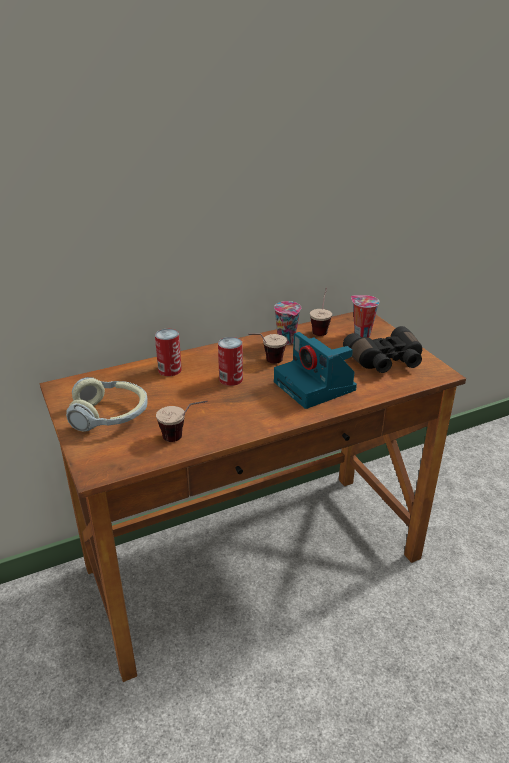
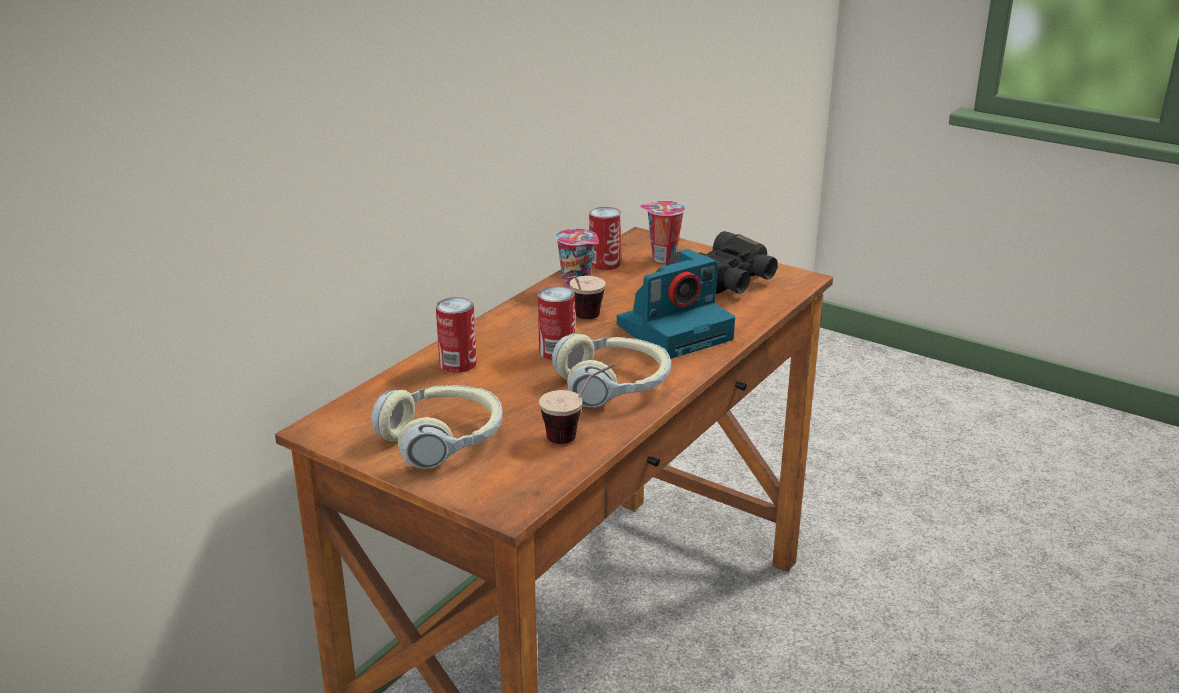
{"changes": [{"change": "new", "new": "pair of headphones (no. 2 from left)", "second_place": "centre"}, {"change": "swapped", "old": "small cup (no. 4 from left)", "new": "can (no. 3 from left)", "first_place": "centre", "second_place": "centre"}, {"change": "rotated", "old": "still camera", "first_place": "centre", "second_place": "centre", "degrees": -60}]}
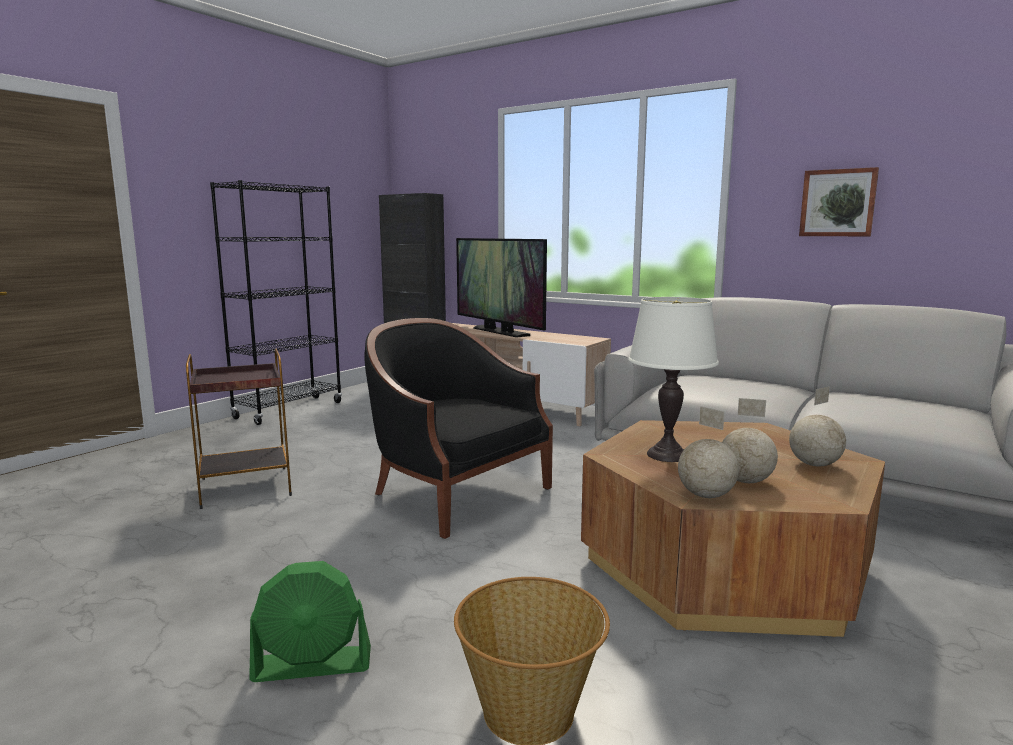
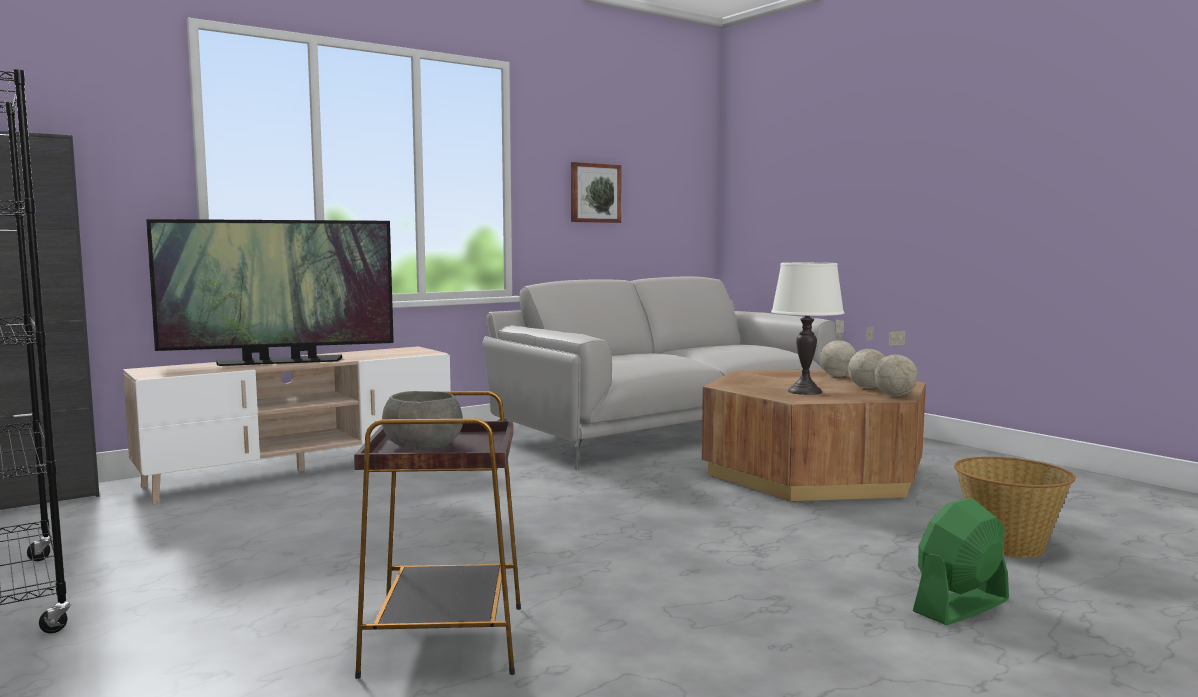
{"changes": [{"change": "gone", "old": "black armchair", "first_place": "centre"}, {"change": "new", "new": "grey serving bowl", "second_place": "centre"}, {"change": "rotated", "old": "greenish fan", "first_place": "bottom left", "second_place": "bottom right", "degrees": -135}]}
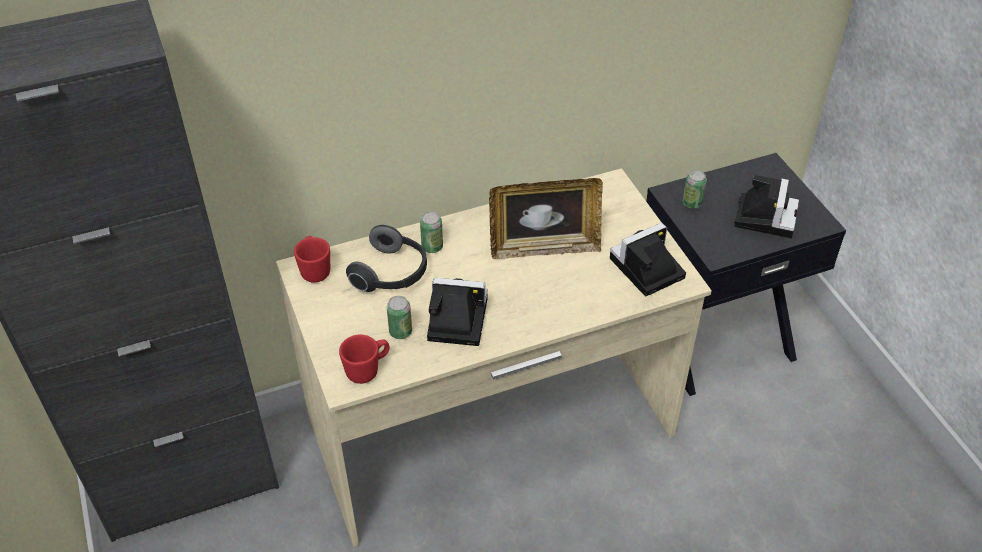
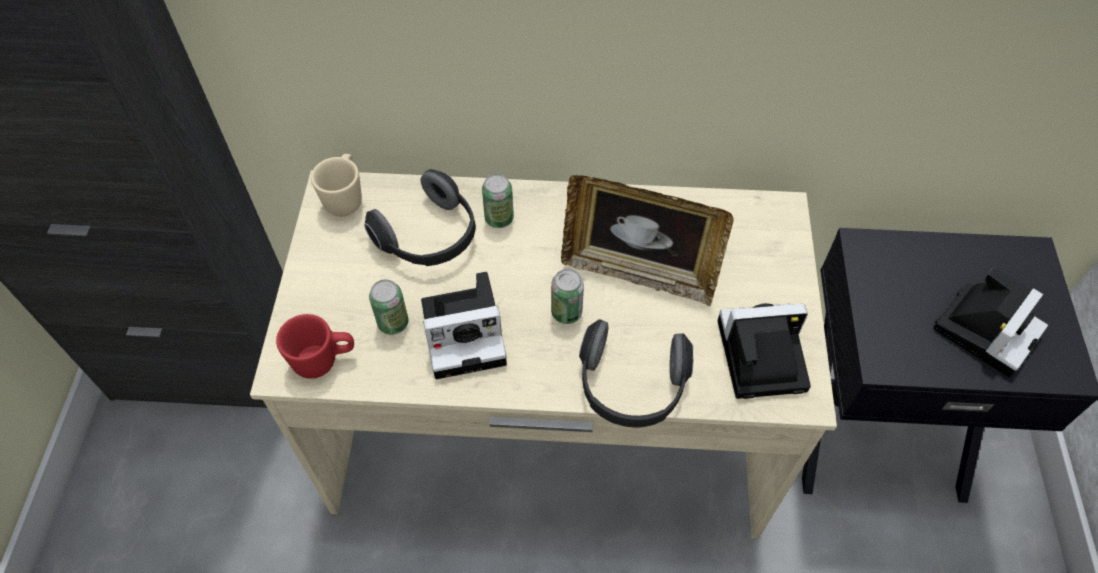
{"changes": [{"change": "new", "new": "pair of headphones (no. 2 from left)", "second_place": "centre"}, {"change": "shifted", "old": "can (no. 3 from left)", "first_place": "middle right", "second_place": "centre"}, {"change": "repainted", "old": "red-coloured tea mug (no. 1 from left)", "new": "beige-coloured tea mug", "first_place": "middle left", "second_place": "top left"}, {"change": "rotated", "old": "still camera (no. 1 from left)", "first_place": "centre", "second_place": "centre", "degrees": 135}]}
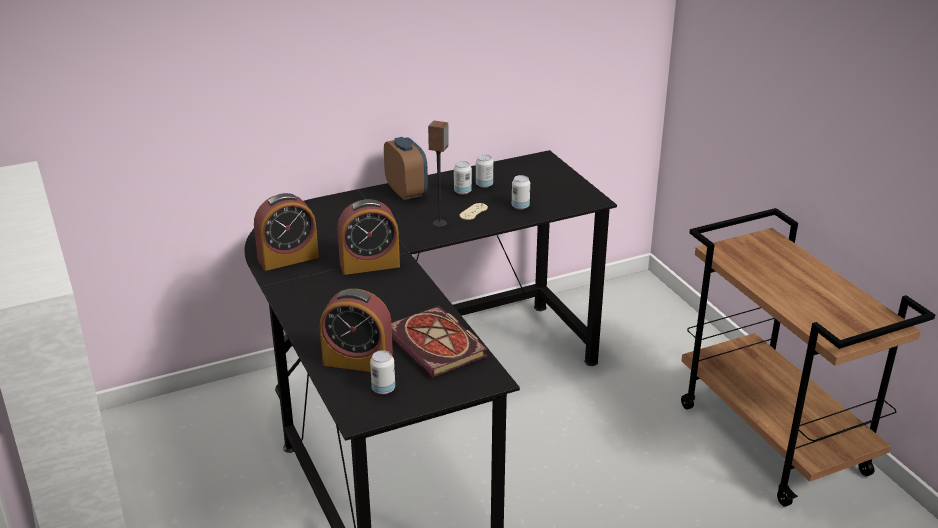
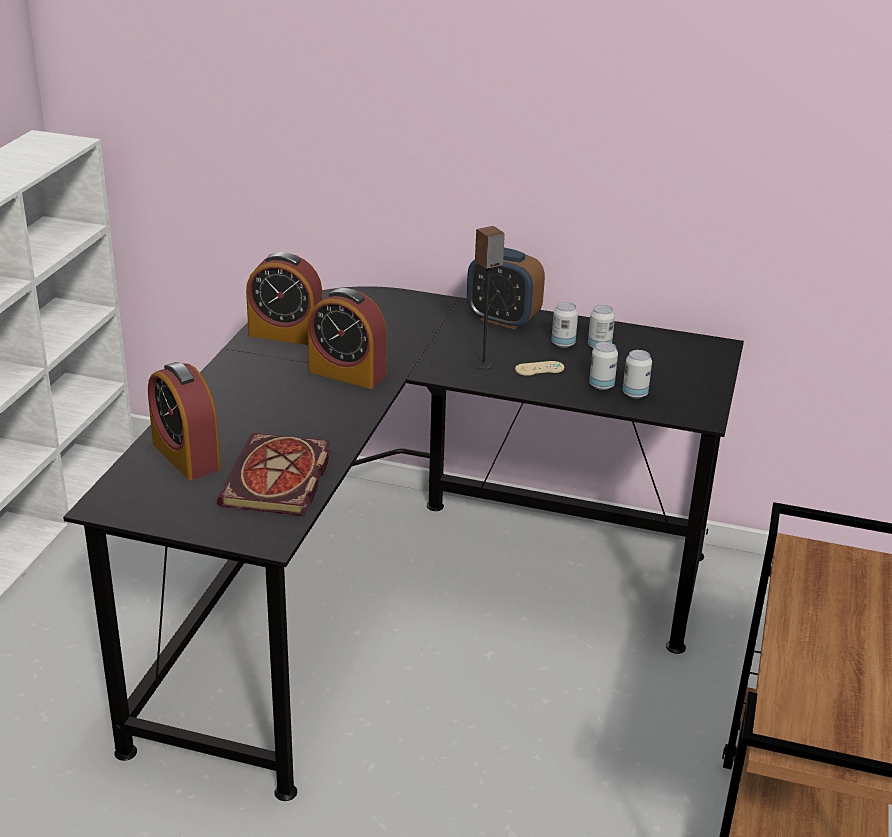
{"changes": [{"change": "shifted", "old": "can (no. 1 from left in the first image)", "new": "can (no. 4 from left)", "first_place": "bottom centre", "second_place": "middle right"}, {"change": "rotated", "old": "bedside clock (no. 4 from left)", "first_place": "top centre", "second_place": "centre", "degrees": 105}]}
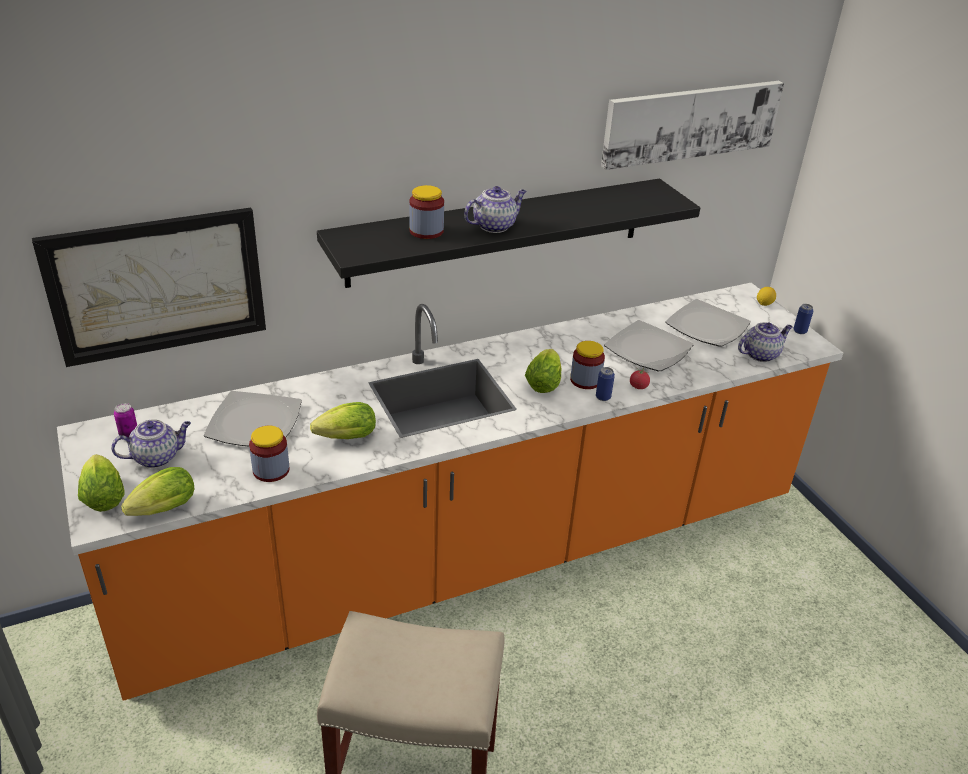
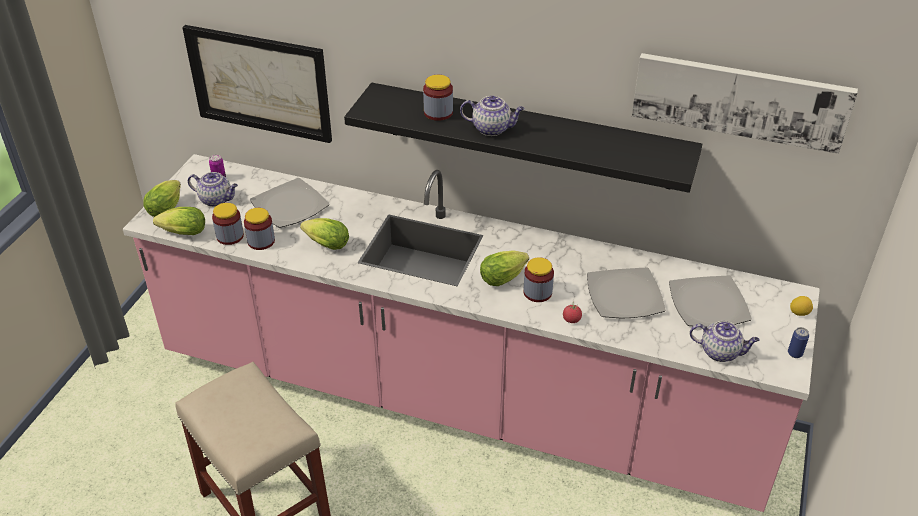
{"changes": [{"change": "gone", "old": "can (no. 2 from left)", "first_place": "centre"}, {"change": "new", "new": "storage jar (no. 1 from left)", "second_place": "middle left"}, {"change": "repainted", "old": "orange-coloured kitchen counter", "new": "pinkish kitchen counter", "first_place": "centre", "second_place": "centre"}]}
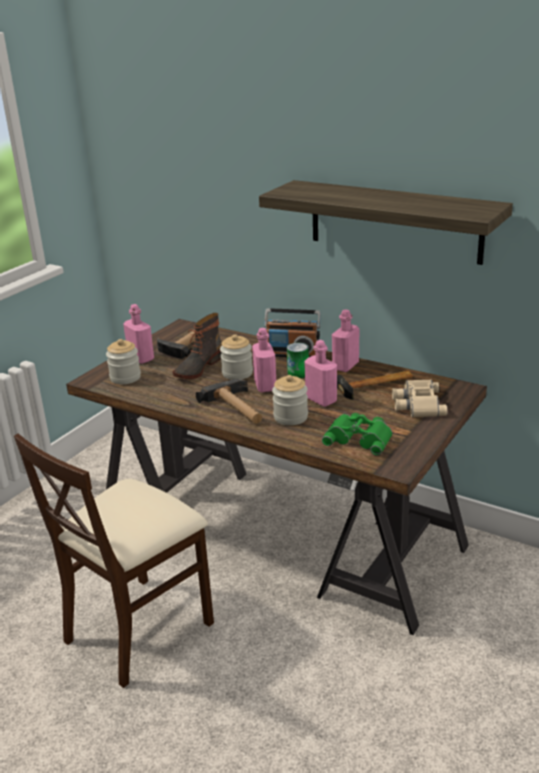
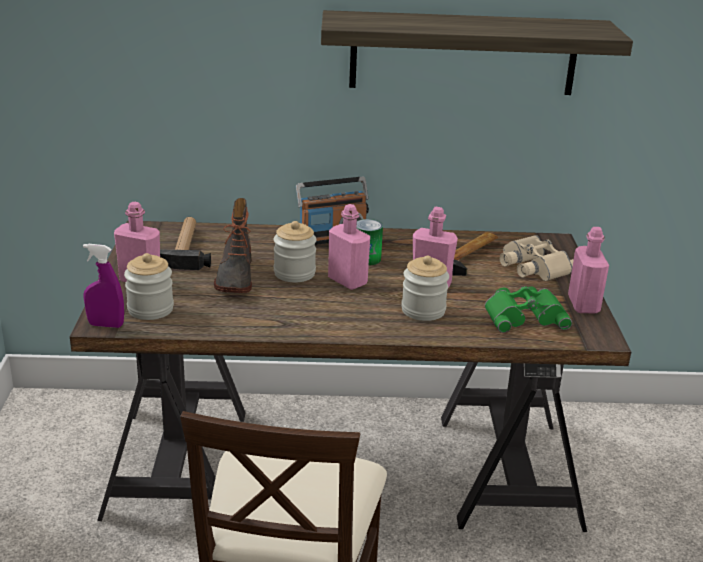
{"changes": [{"change": "gone", "old": "hand hammer (no. 2 from left)", "first_place": "centre"}, {"change": "new", "new": "purplish sprayer", "second_place": "middle left"}, {"change": "shifted", "old": "pinkish beverage bottle (no. 4 from left)", "first_place": "centre", "second_place": "middle right"}]}
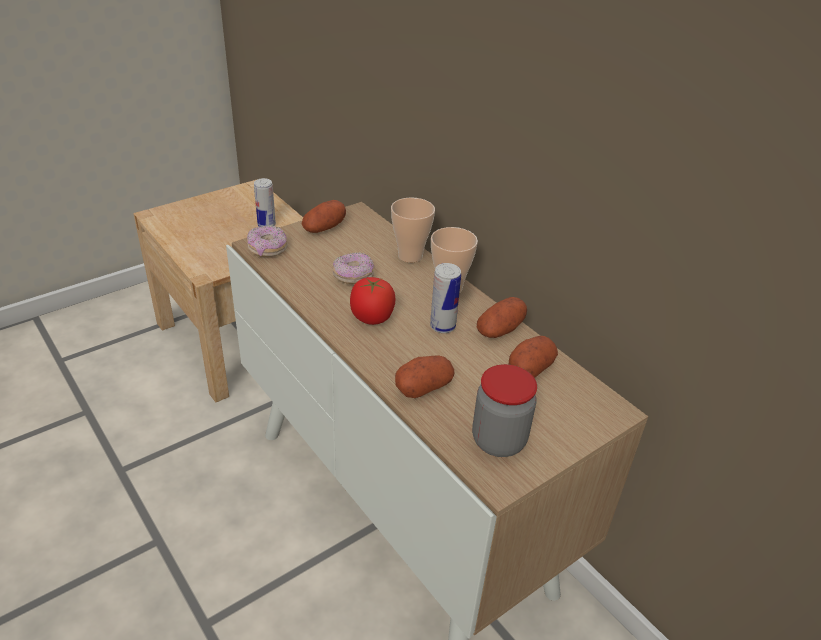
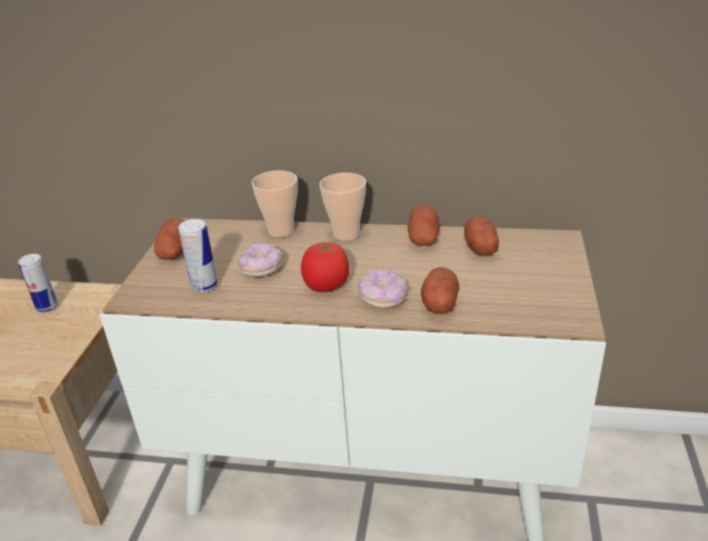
{"changes": [{"change": "gone", "old": "storage jar", "first_place": "centre"}, {"change": "shifted", "old": "donut (no. 1 from left in the first image)", "new": "donut (no. 2 from left)", "first_place": "middle left", "second_place": "centre"}, {"change": "shifted", "old": "can (no. 2 from left)", "first_place": "centre", "second_place": "middle left"}]}
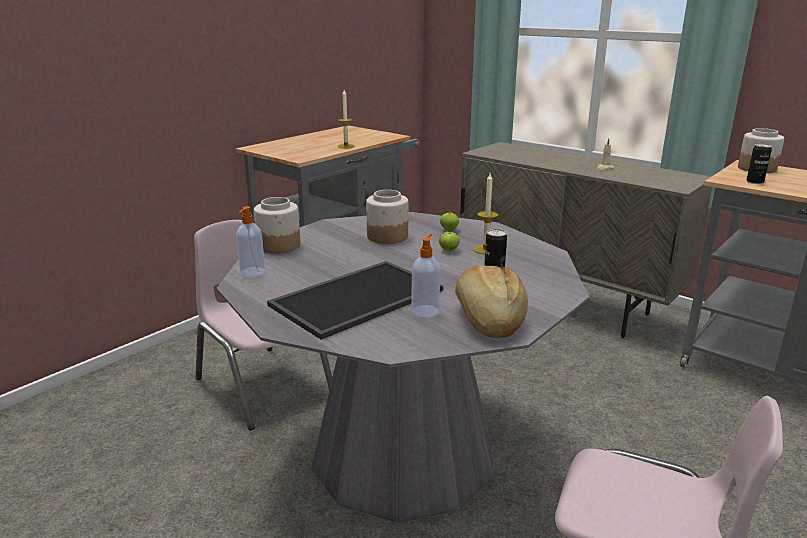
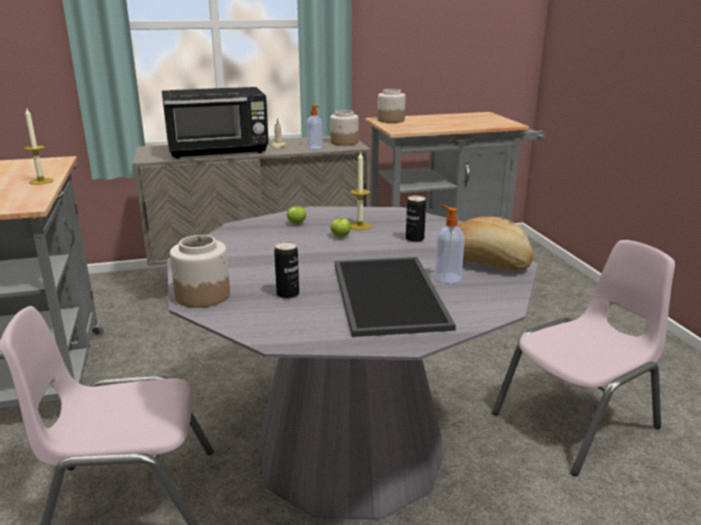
{"changes": [{"change": "new", "new": "black microwave oven", "second_place": "top left"}, {"change": "shifted", "old": "liquid soap bottle (no. 1 from left)", "first_place": "middle left", "second_place": "top centre"}, {"change": "shifted", "old": "storage jar (no. 2 from left)", "first_place": "centre", "second_place": "top centre"}, {"change": "shifted", "old": "can (no. 2 from left in the first image)", "new": "can (no. 1 from left)", "first_place": "top right", "second_place": "centre"}]}
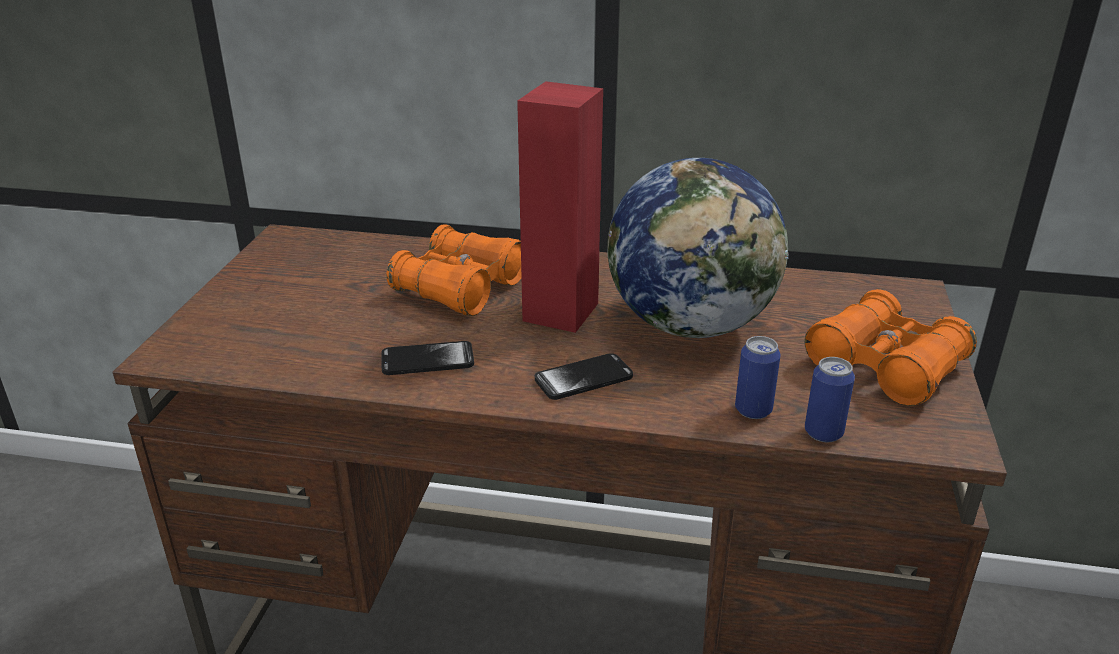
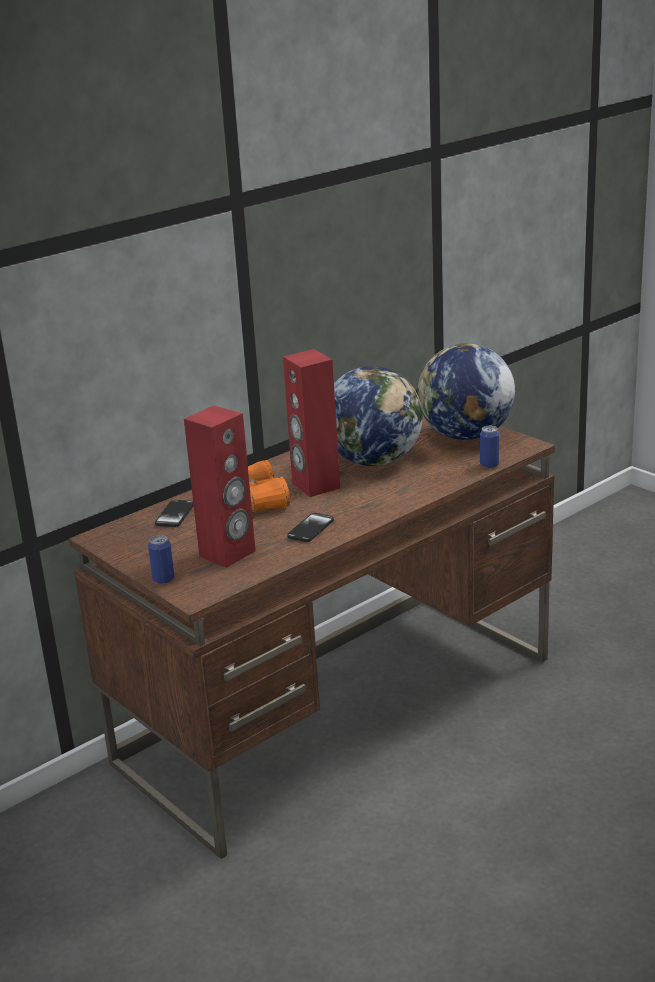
{"changes": [{"change": "new", "new": "red-coloured speaker (no. 1 from left)", "second_place": "centre"}, {"change": "shifted", "old": "handset (no. 2 from left in the first image)", "new": "handset (no. 1 from left)", "first_place": "centre", "second_place": "middle left"}, {"change": "shifted", "old": "can (no. 1 from left)", "first_place": "middle right", "second_place": "middle left"}, {"change": "swapped", "old": "orange-coloured binoculars (no. 2 from left)", "new": "world globe (no. 2 from left)", "first_place": "middle right", "second_place": "middle right"}]}
